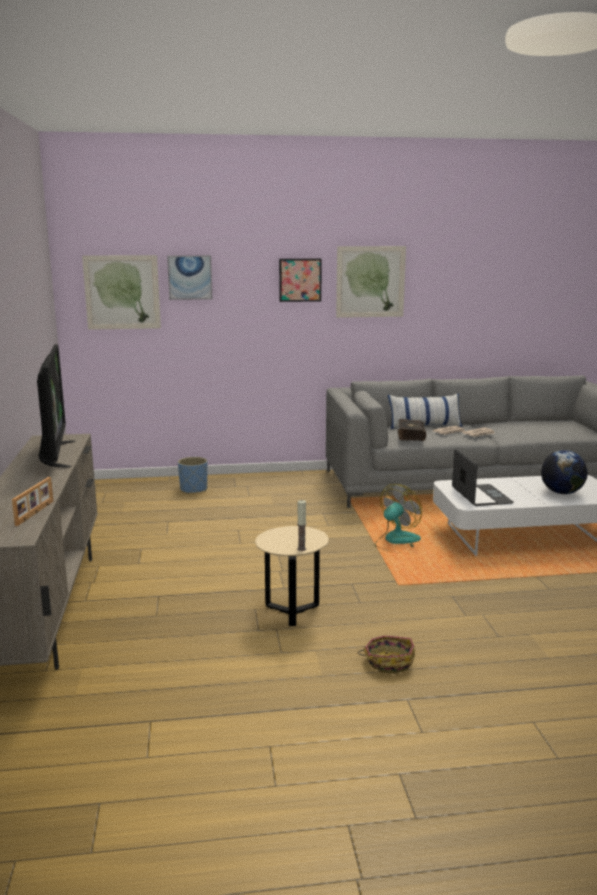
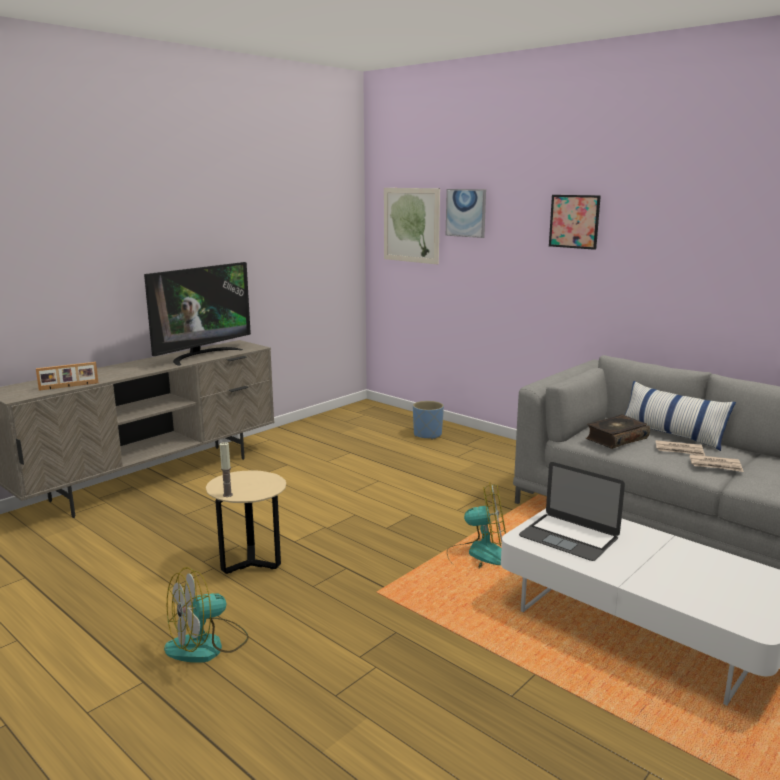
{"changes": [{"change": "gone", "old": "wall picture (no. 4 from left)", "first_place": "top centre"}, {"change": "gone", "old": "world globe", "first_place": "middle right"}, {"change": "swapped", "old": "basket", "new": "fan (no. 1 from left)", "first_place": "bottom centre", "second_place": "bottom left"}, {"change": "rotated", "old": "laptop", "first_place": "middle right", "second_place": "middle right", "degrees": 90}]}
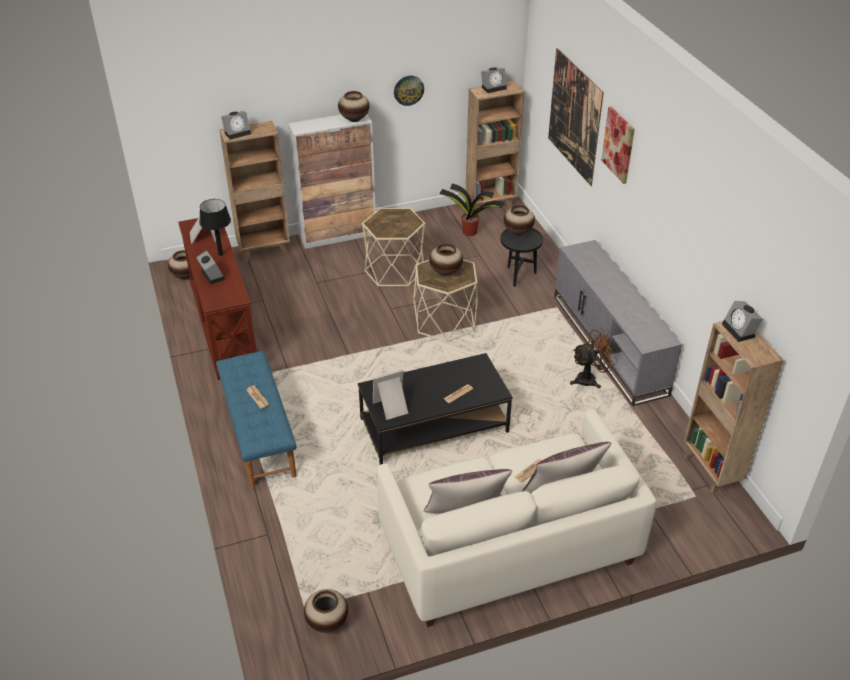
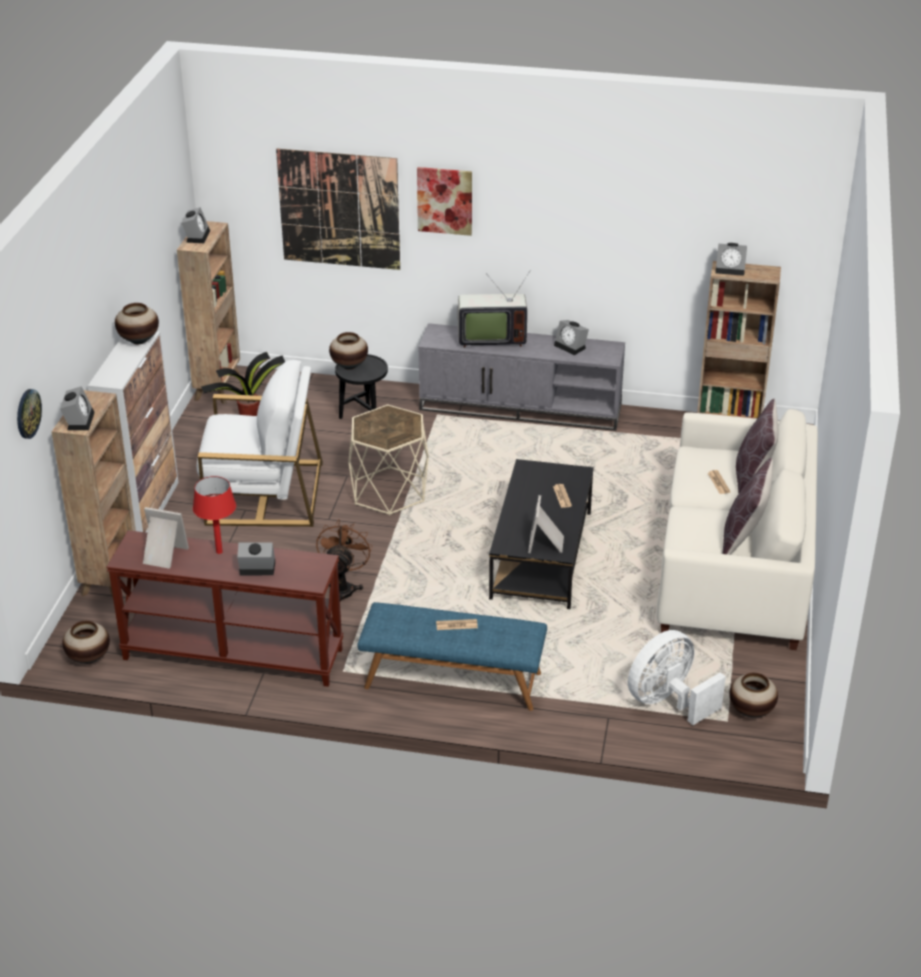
{"changes": [{"change": "gone", "old": "vase (no. 4 from left)", "first_place": "centre"}, {"change": "new", "new": "TV set", "second_place": "top centre"}, {"change": "new", "new": "bedside clock (no. 4 from left)", "second_place": "centre"}, {"change": "new", "new": "whitish fan", "second_place": "bottom right"}, {"change": "shifted", "old": "clock on the wall", "first_place": "top centre", "second_place": "middle left"}, {"change": "shifted", "old": "brownish fan", "first_place": "middle right", "second_place": "centre"}, {"change": "swapped", "old": "beige-coloured accent table (no. 1 from left)", "new": "whitish armchair", "first_place": "centre", "second_place": "middle left"}, {"change": "repainted", "old": "black tabletop lamp", "new": "red-coloured tabletop lamp", "first_place": "middle left", "second_place": "middle left"}]}
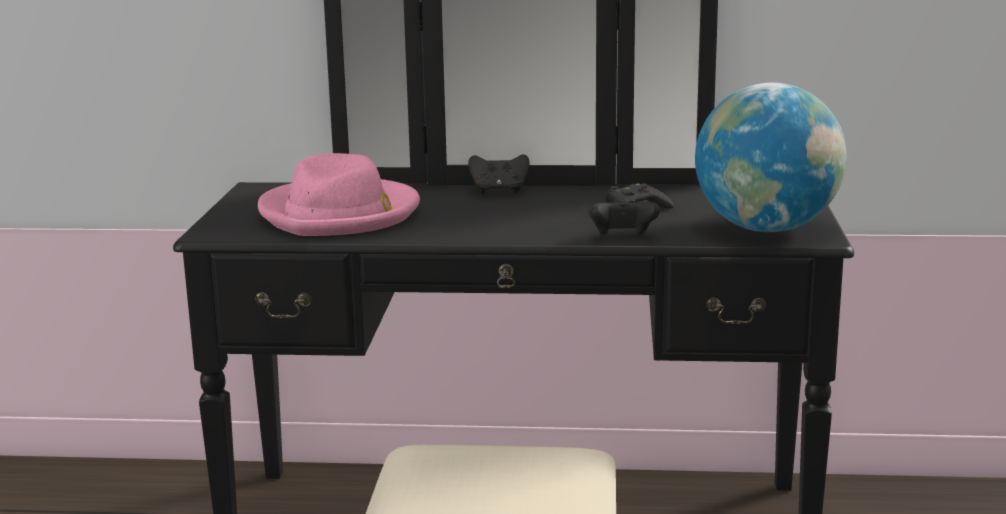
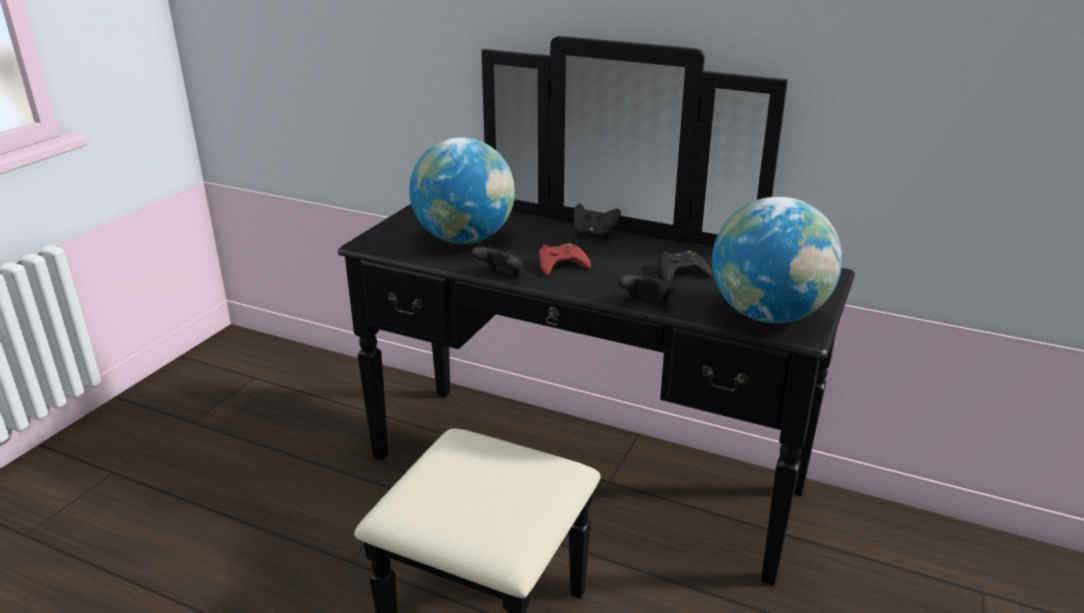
{"changes": [{"change": "new", "new": "black joypad (no. 1 from left)", "second_place": "centre"}, {"change": "new", "new": "red-coloured joypad", "second_place": "centre"}, {"change": "swapped", "old": "pinkish wearable hat", "new": "world globe (no. 1 from left)", "first_place": "centre", "second_place": "top centre"}]}
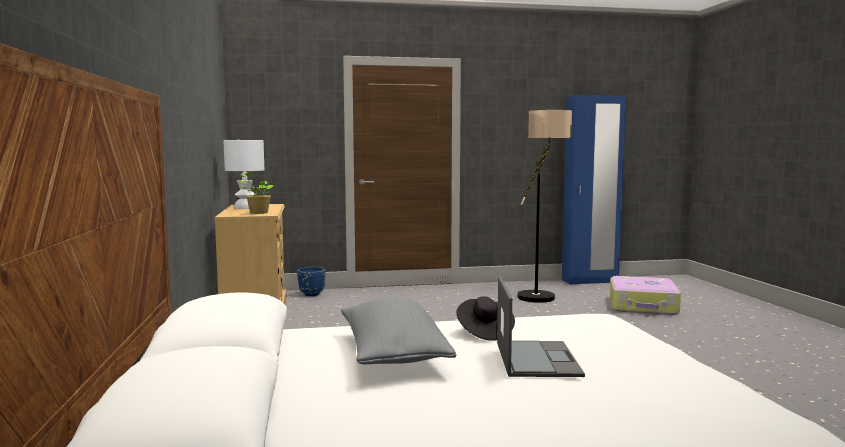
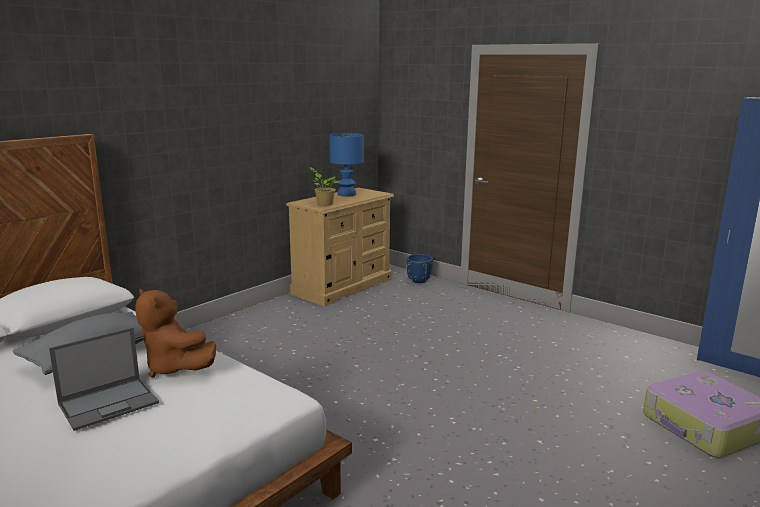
{"changes": [{"change": "gone", "old": "standard lamp", "first_place": "centre"}, {"change": "swapped", "old": "black wearable hat", "new": "brownish plush toy", "first_place": "bottom centre", "second_place": "middle left"}, {"change": "repainted", "old": "whitish tabletop lamp", "new": "bluish tabletop lamp", "first_place": "middle left", "second_place": "top centre"}]}
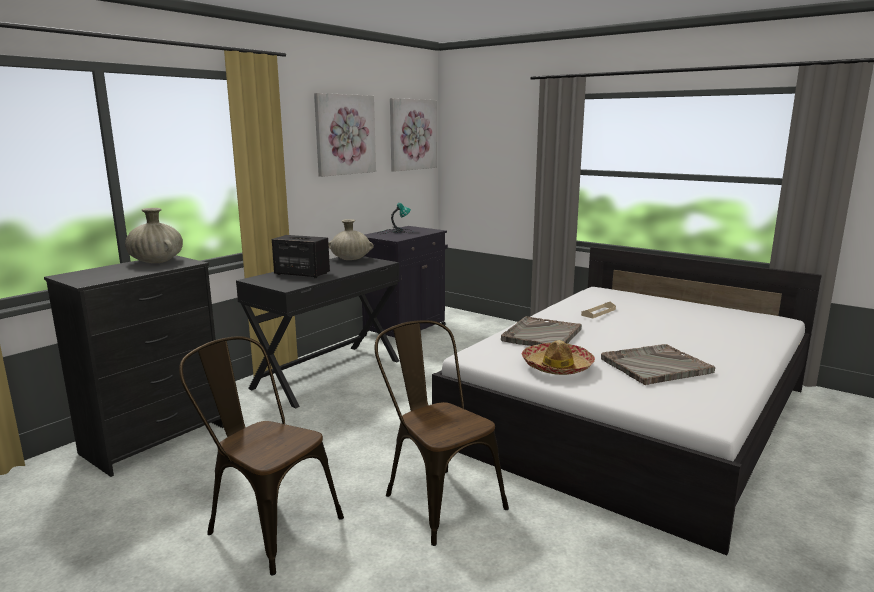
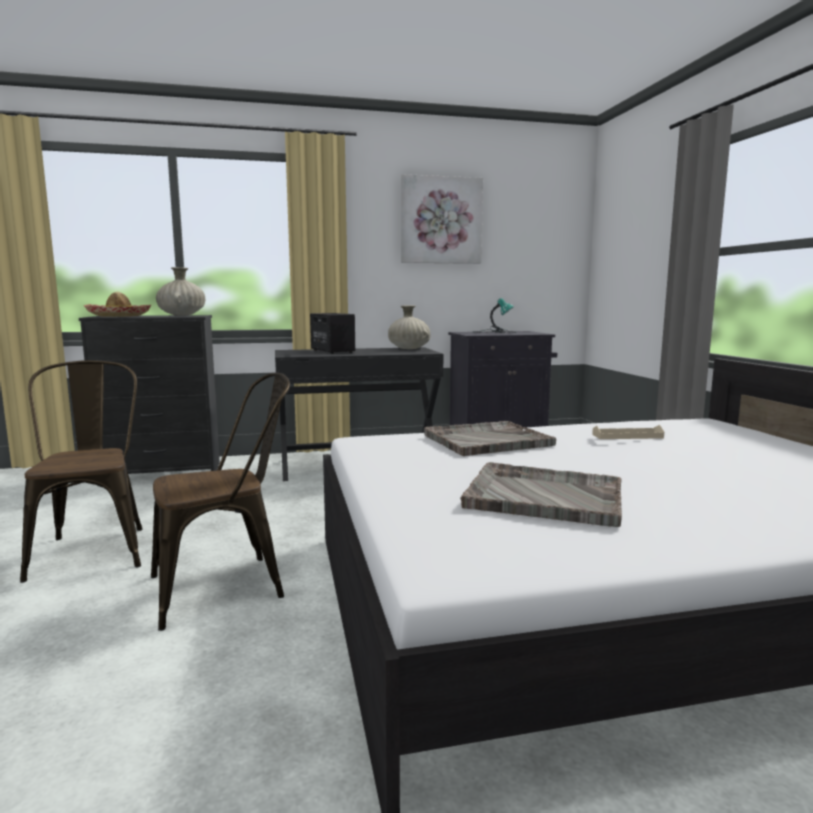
{"changes": [{"change": "gone", "old": "wall picture (no. 2 from left)", "first_place": "top centre"}, {"change": "shifted", "old": "wearable hat", "first_place": "centre", "second_place": "middle left"}, {"change": "rotated", "old": "brownish plain chair (no. 2 from left)", "first_place": "bottom centre", "second_place": "middle left", "degrees": 60}]}
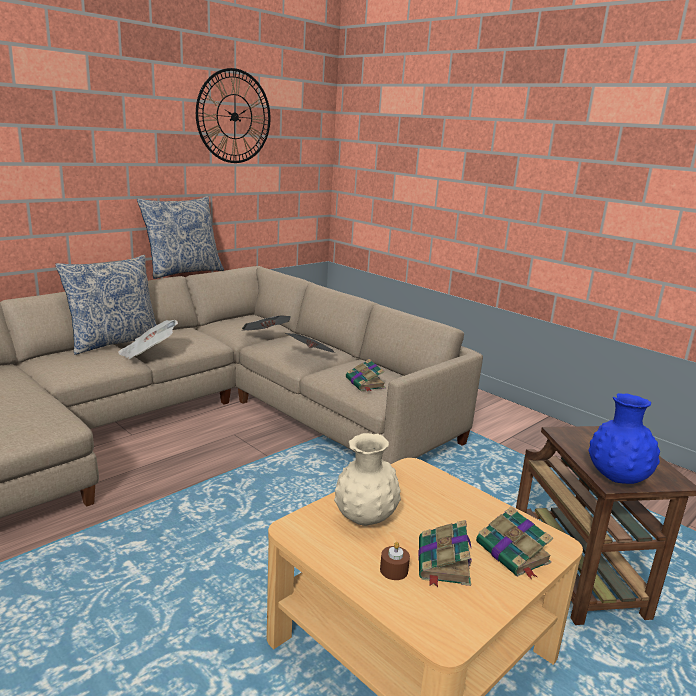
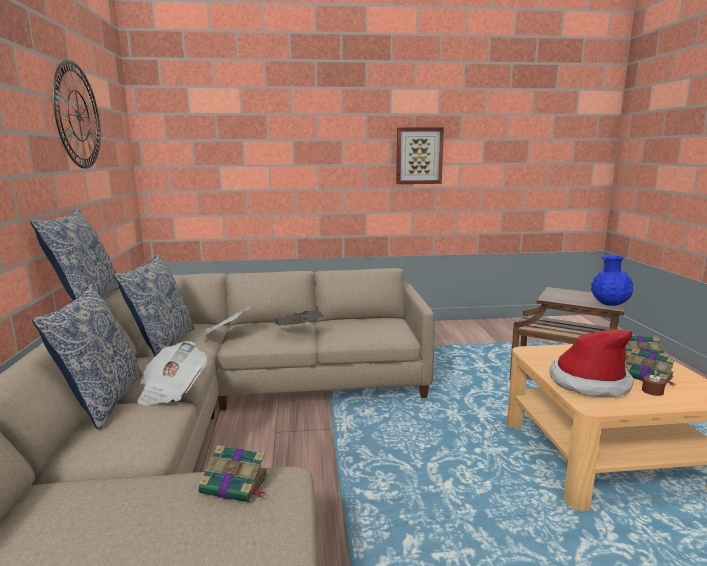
{"changes": [{"change": "new", "new": "cushion (no. 3 from left)", "second_place": "middle left"}, {"change": "new", "new": "wall picture", "second_place": "top centre"}, {"change": "shifted", "old": "volume (no. 1 from left)", "first_place": "centre", "second_place": "bottom left"}, {"change": "swapped", "old": "beige-coloured vase", "new": "wearable hat", "first_place": "bottom centre", "second_place": "middle right"}]}
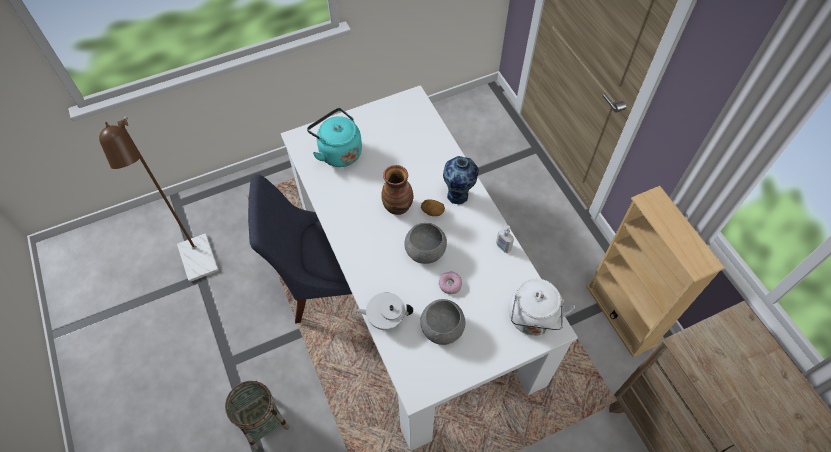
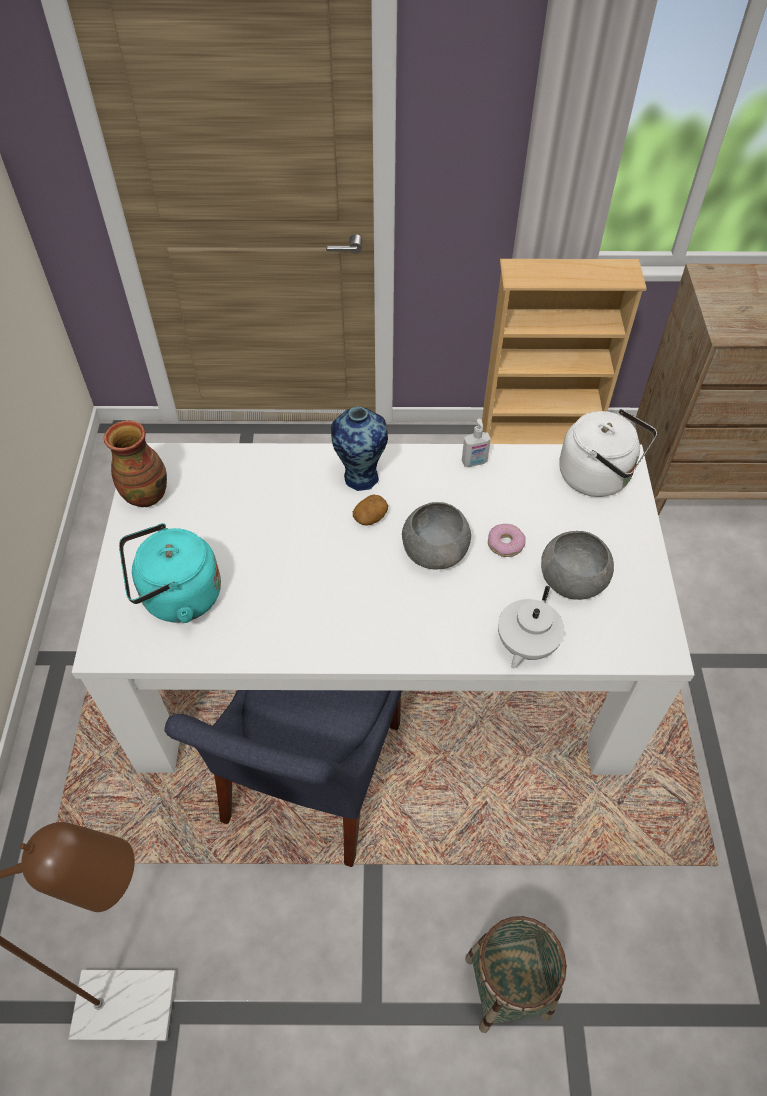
{"changes": [{"change": "shifted", "old": "vase (no. 1 from left)", "first_place": "centre", "second_place": "middle left"}]}
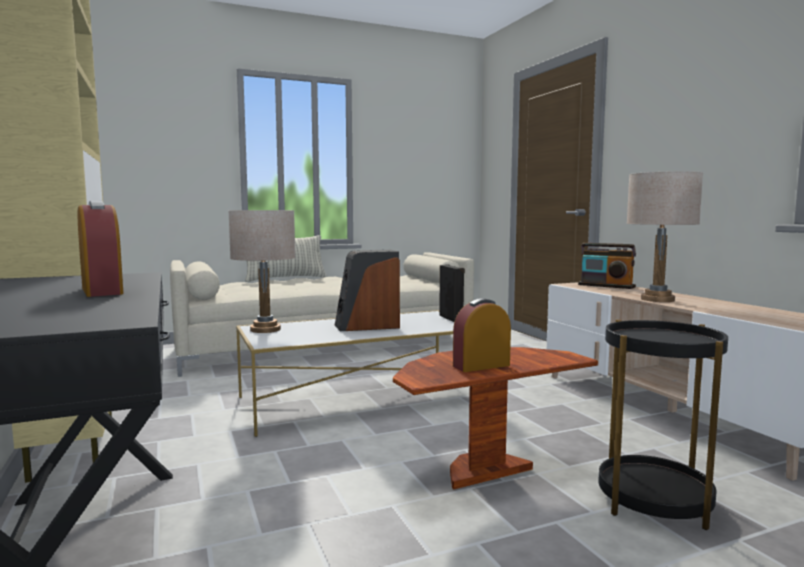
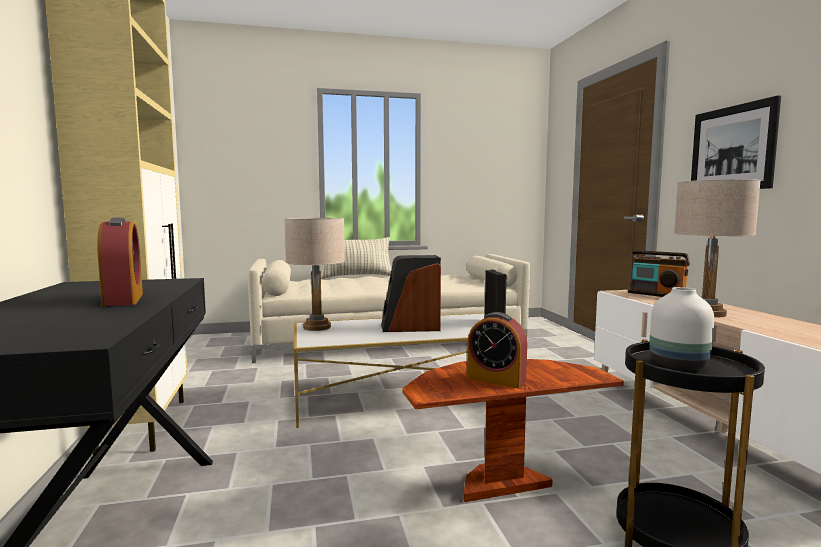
{"changes": [{"change": "new", "new": "whitish vase", "second_place": "middle right"}, {"change": "new", "new": "wall picture", "second_place": "top right"}, {"change": "rotated", "old": "bedside clock (no. 2 from left)", "first_place": "centre", "second_place": "centre", "degrees": -135}]}
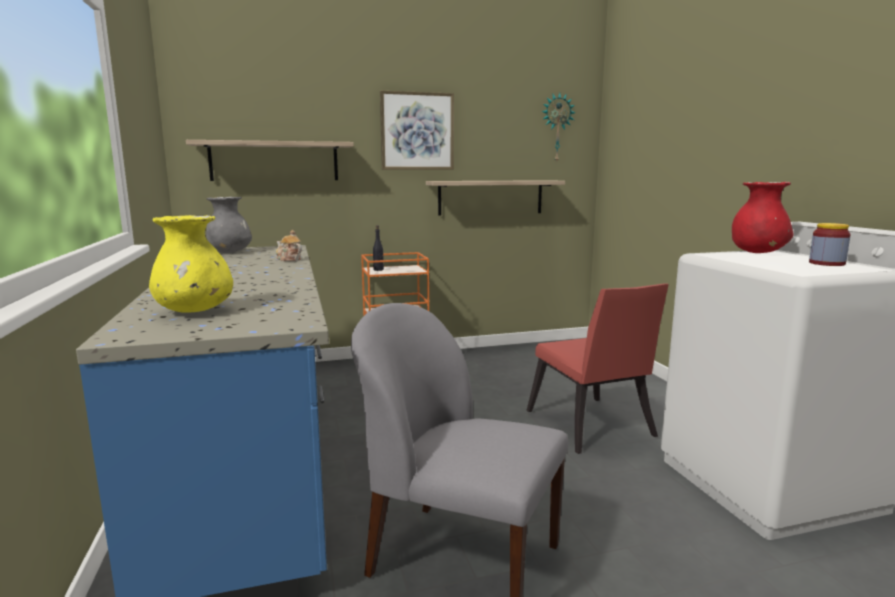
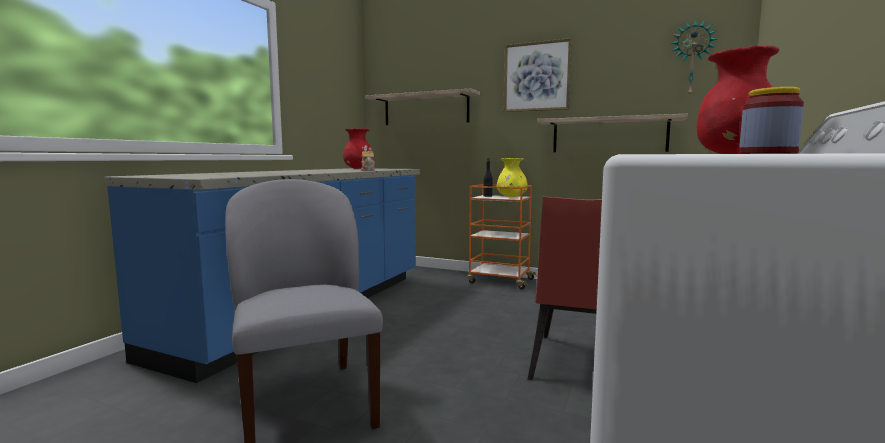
{"changes": [{"change": "shifted", "old": "yellow-coloured vase", "first_place": "middle left", "second_place": "centre"}, {"change": "repainted", "old": "grey vase", "new": "red-coloured vase (no. 1 from left)", "first_place": "middle left", "second_place": "centre"}]}
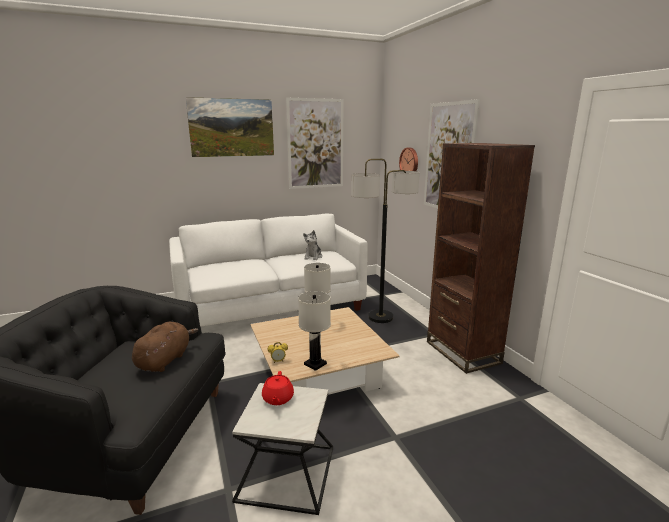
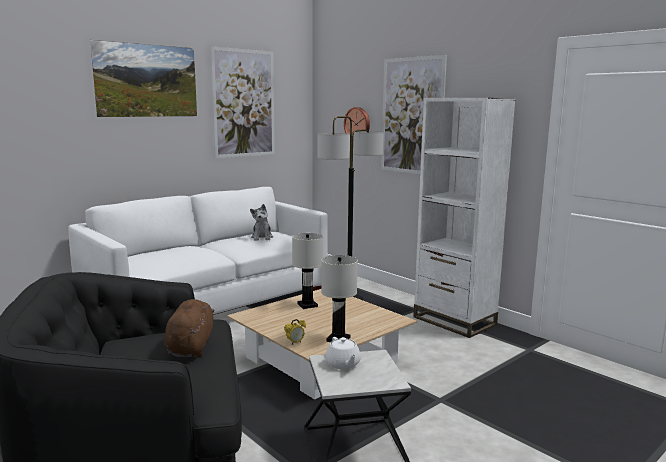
{"changes": [{"change": "repainted", "old": "red-coloured tea pot", "new": "whitish tea pot", "first_place": "bottom centre", "second_place": "bottom centre"}, {"change": "repainted", "old": "brownish bookcase", "new": "whitish bookcase", "first_place": "middle right", "second_place": "middle right"}]}
